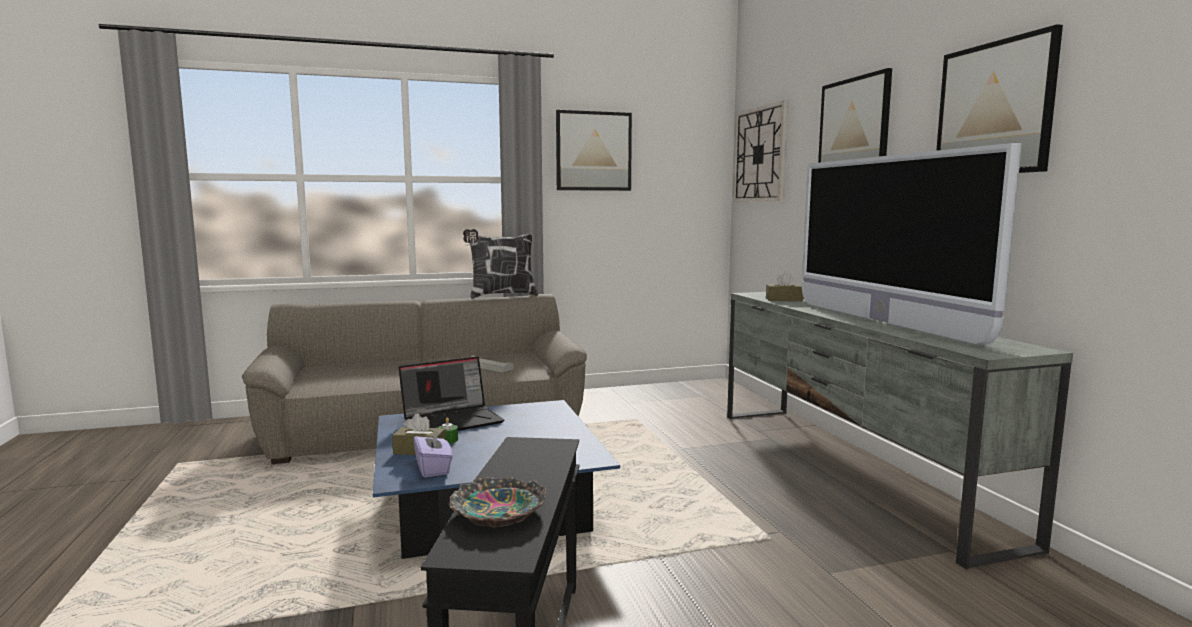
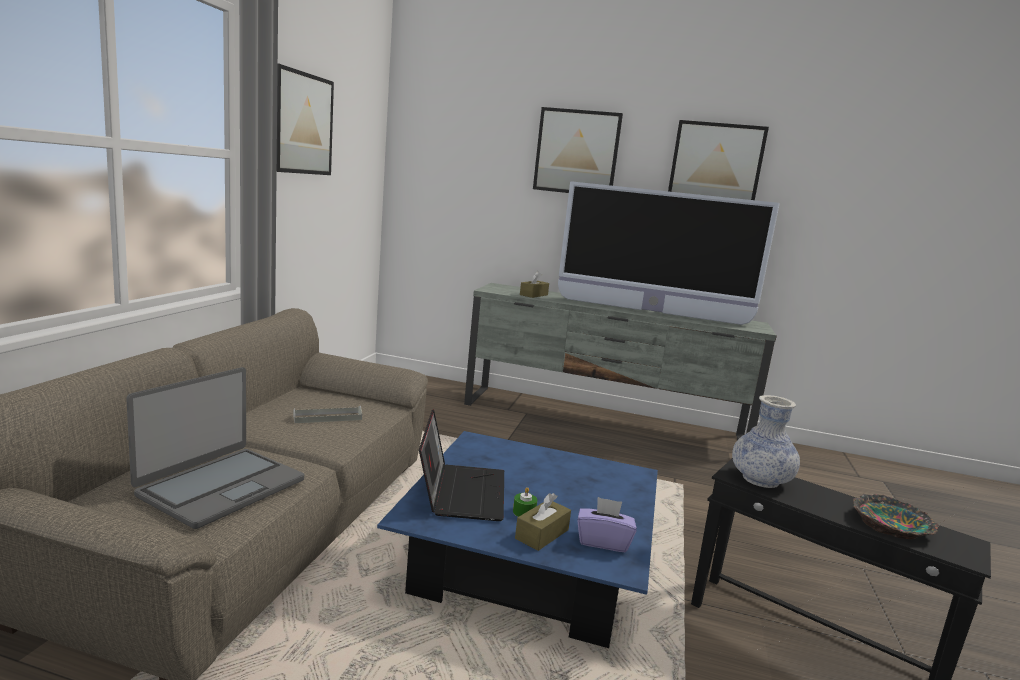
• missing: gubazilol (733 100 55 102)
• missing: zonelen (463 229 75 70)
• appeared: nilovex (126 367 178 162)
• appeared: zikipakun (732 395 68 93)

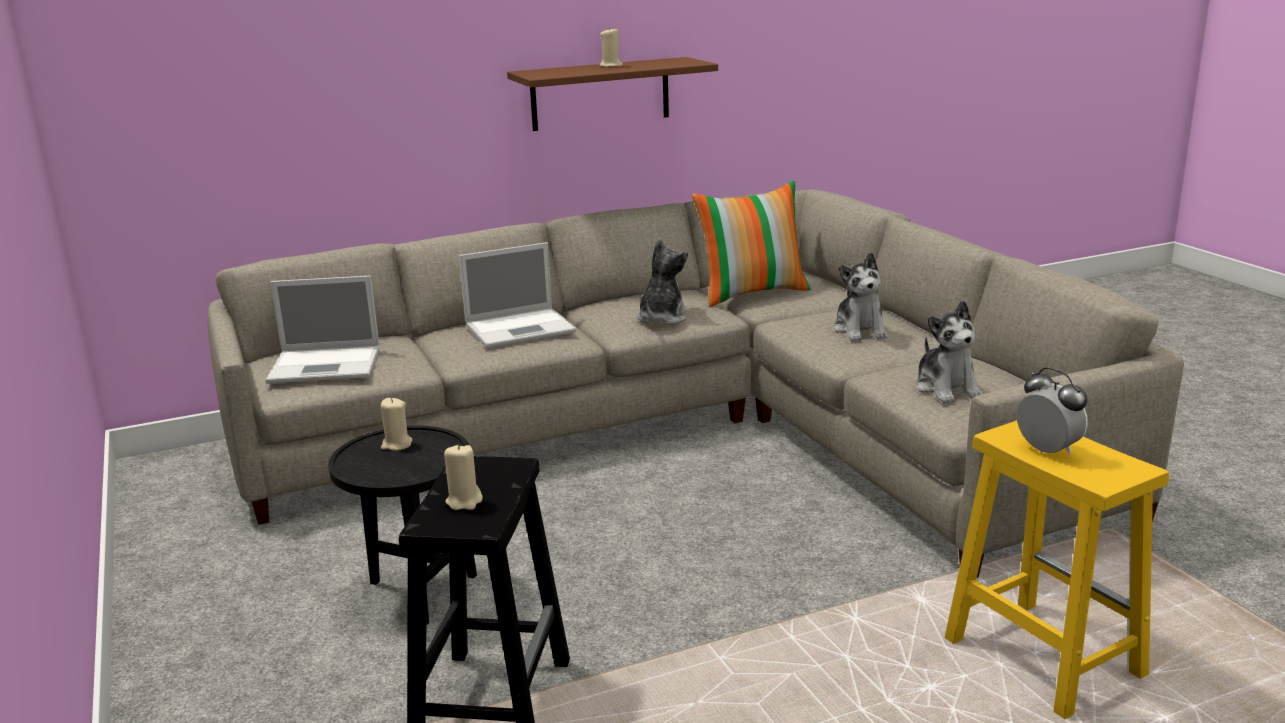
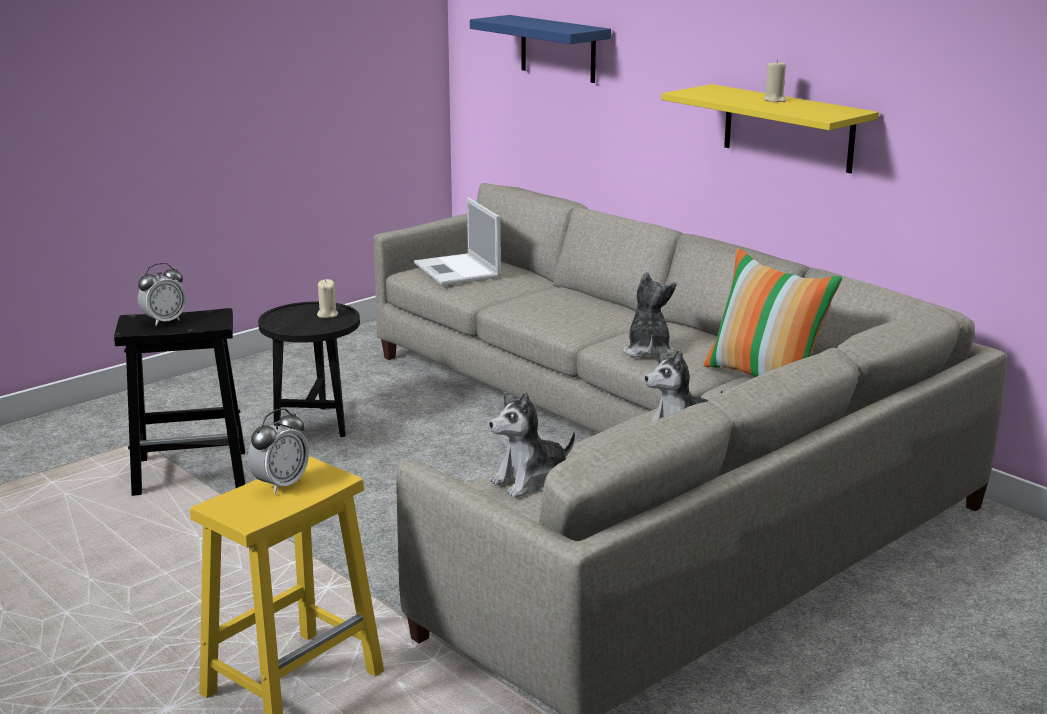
• colour: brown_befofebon (507 57 211 74) to yellow_befofebon (661 84 218 89)
• spun: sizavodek (637 239 51 86) = (623 272 54 85) 90 degrees counterclockwise
• missing: nilovex (459 242 117 106)
• exchanged: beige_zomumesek (444 444 39 66) to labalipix (138 263 48 63)
• appeared: blue_befofebon (470 15 141 68)

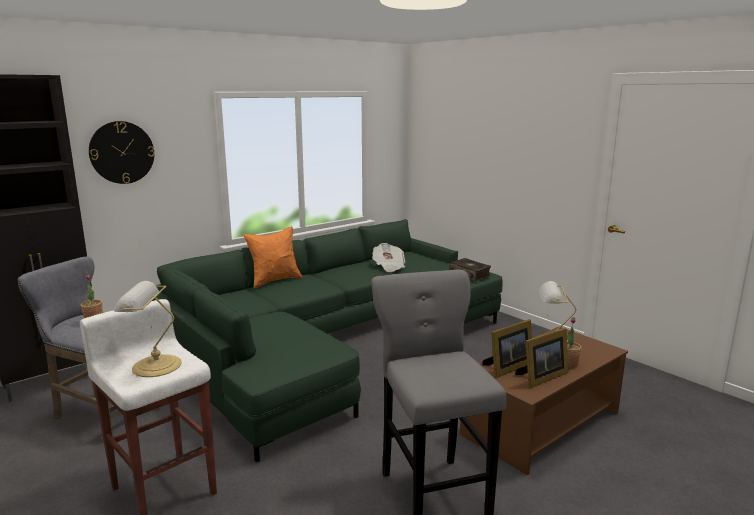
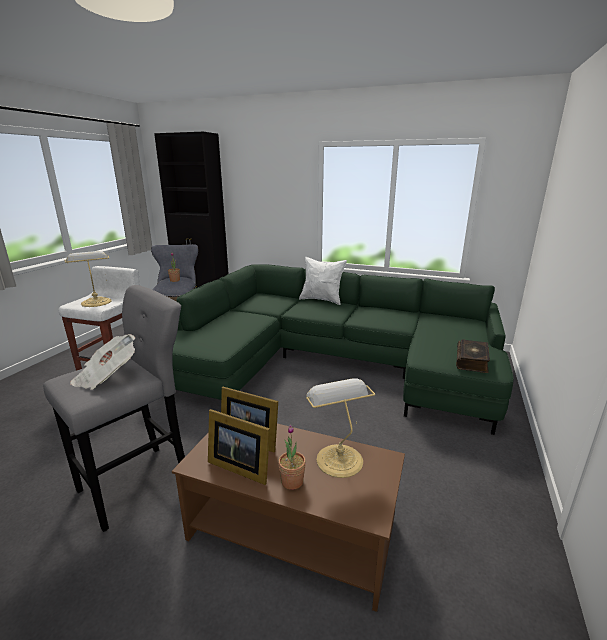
• missing: gubazilol (89 121 66 63)
• colour: orange_zonelen (243 226 60 62) to white_zonelen (299 257 48 48)
• relocated: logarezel (372 243 33 29) to (70 334 66 56)

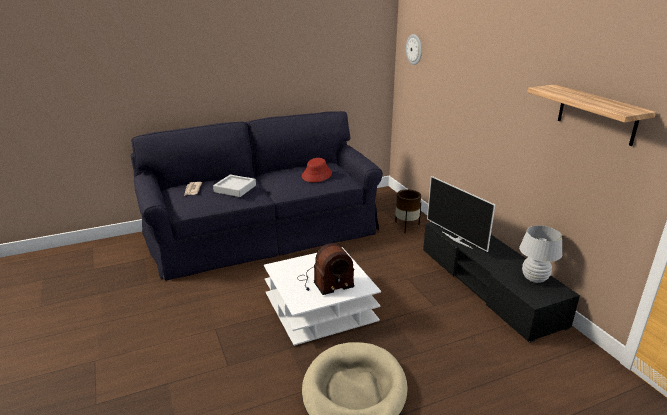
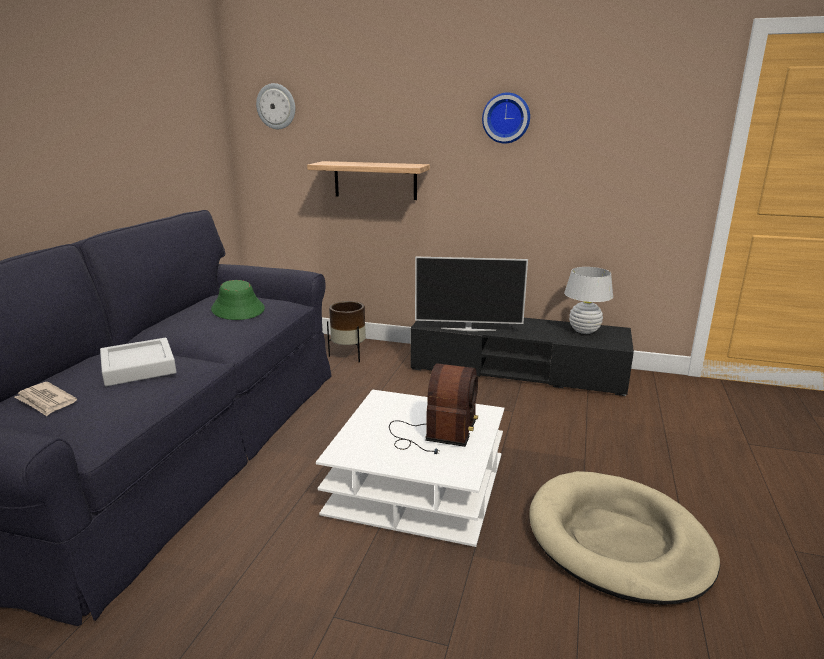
• relocated: befofebon (527 84 129 62) to (307 161 123 39)
• colour: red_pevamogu (302 158 30 24) to green_pevamogu (211 280 54 40)
• appeared: gubazilol (482 92 48 52)

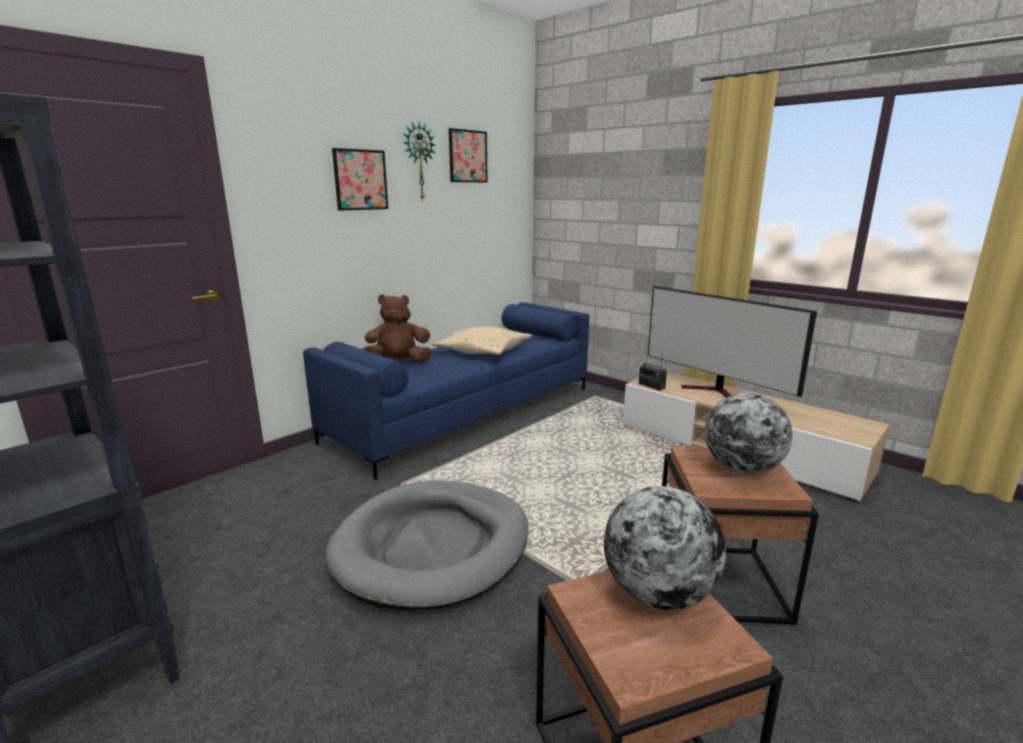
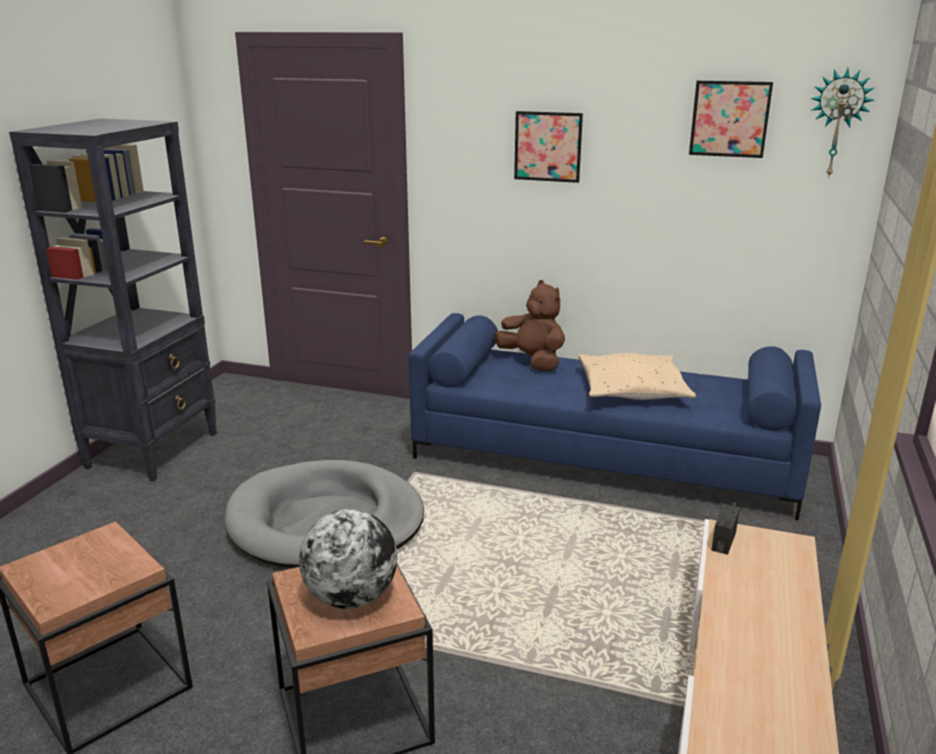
• relocated: gubazilol (403 122 33 79) to (810 68 64 110)
• missing: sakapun (648 286 169 112)
• missing: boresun (604 486 122 124)

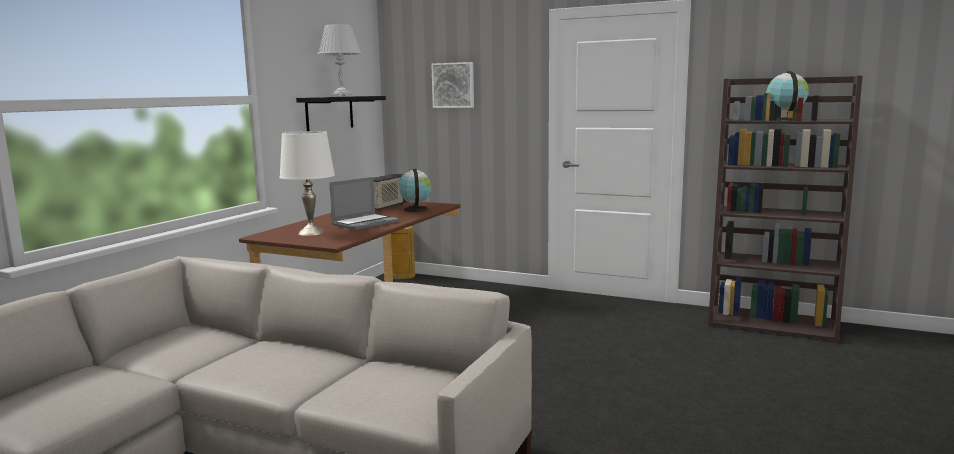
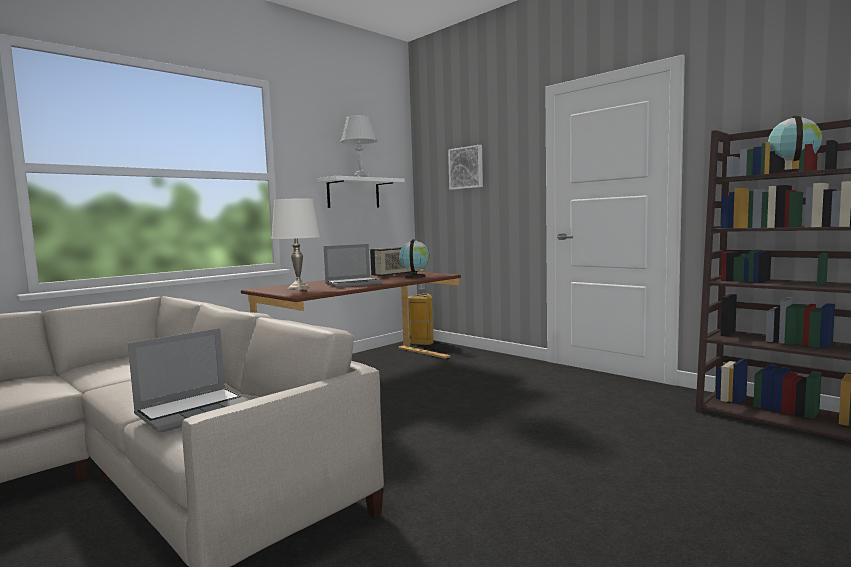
• colour: black_befofebon (296 96 90 35) to white_befofebon (317 176 88 32)
• appeared: nilovex (128 328 121 105)

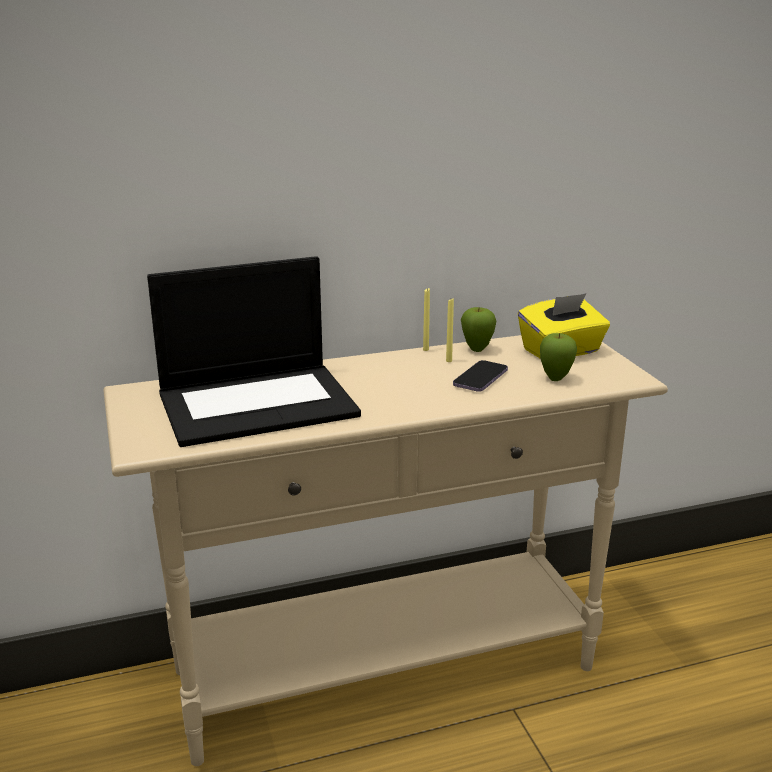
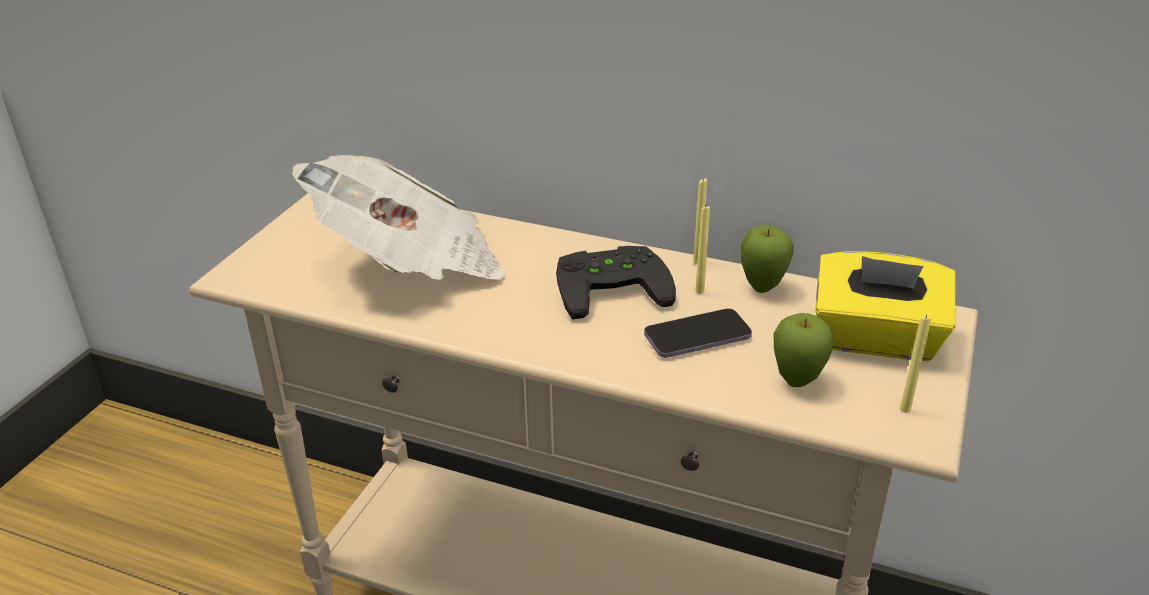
• exchanged: nilovex (147 256 214 191) to logarezel (292 155 215 125)
• appeared: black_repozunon (556 246 120 74)
• appeared: yellow_zomumesek (900 315 31 98)

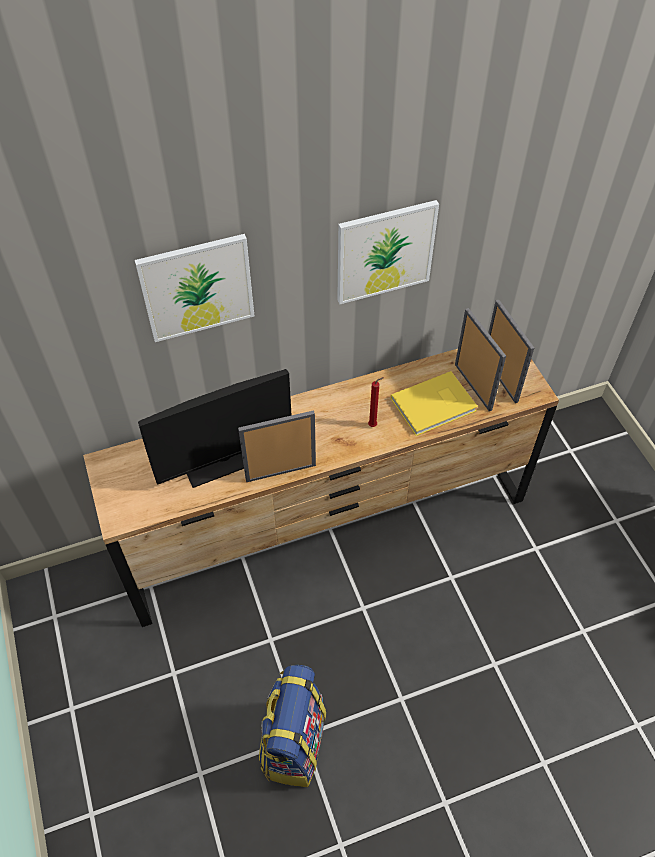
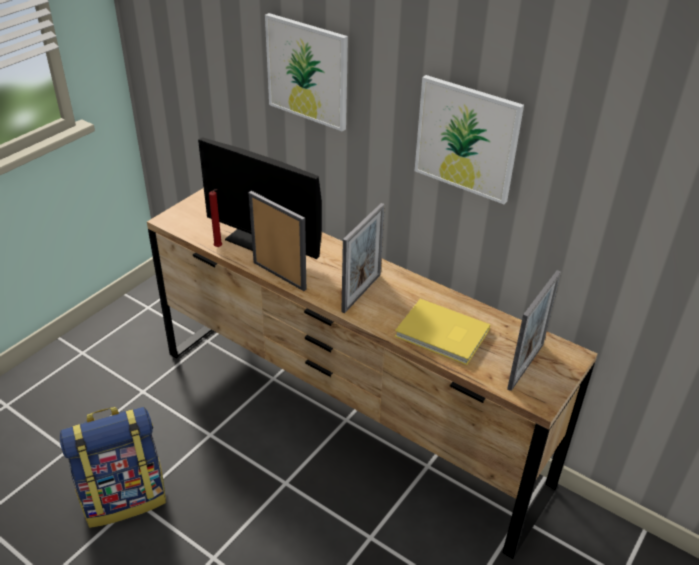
• relocated: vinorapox (455 308 51 103) to (341 203 44 110)
• relocated: red_zomumesek (368 377 16 50) to (209 189 13 58)

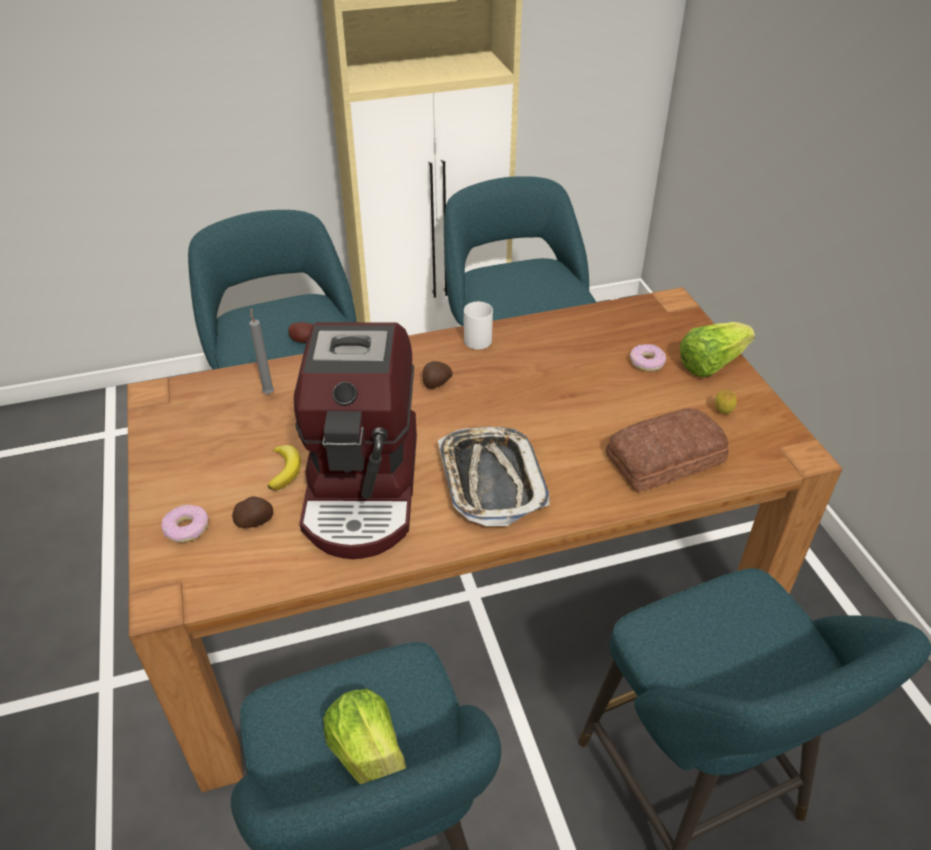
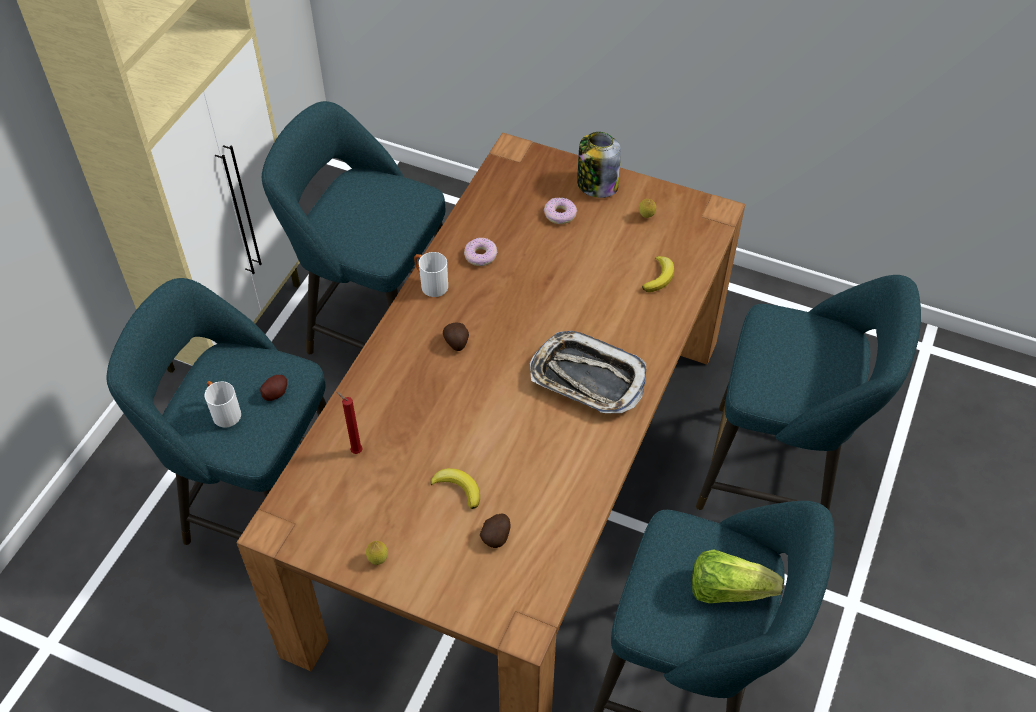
• colour: grey_zomumesek (249 308 25 86) to red_zomumesek (336 392 27 62)
• missing: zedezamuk (294 322 123 237)
• exchanged: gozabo (680 322 75 55) to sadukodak (577 132 44 66)
• exchanged: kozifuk (605 408 124 85) to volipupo (642 256 32 36)
• relocated: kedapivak (161 505 47 37) to (464 238 34 28)
• appeared: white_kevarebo (204 381 37 47)
• appeared: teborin (366 541 22 24)

